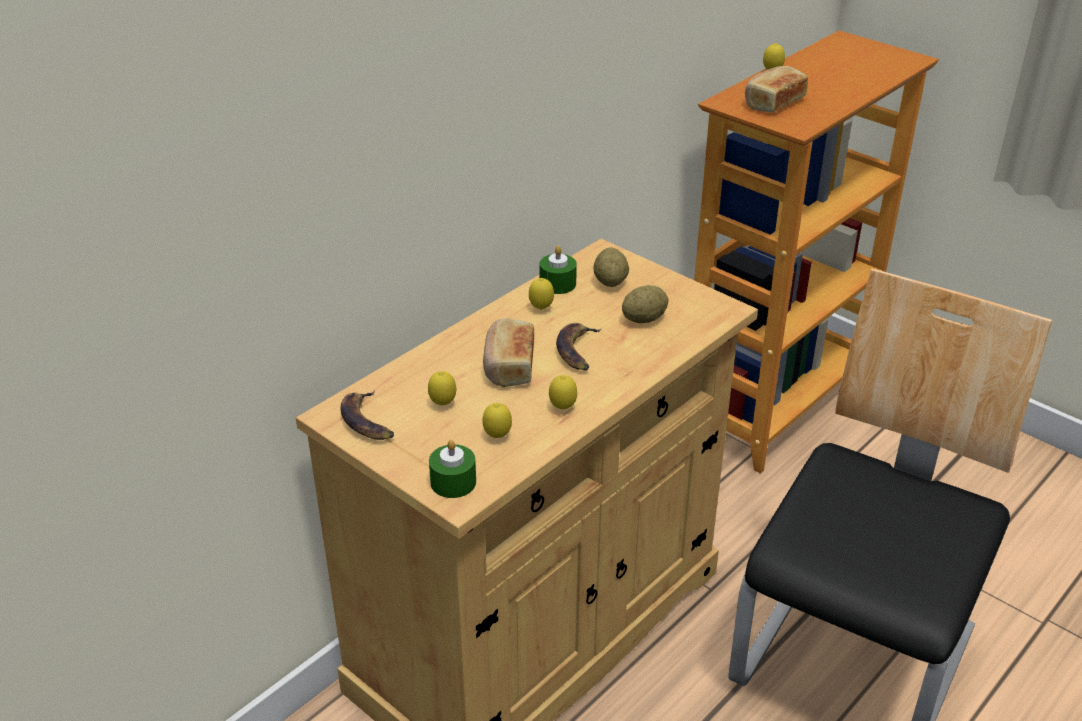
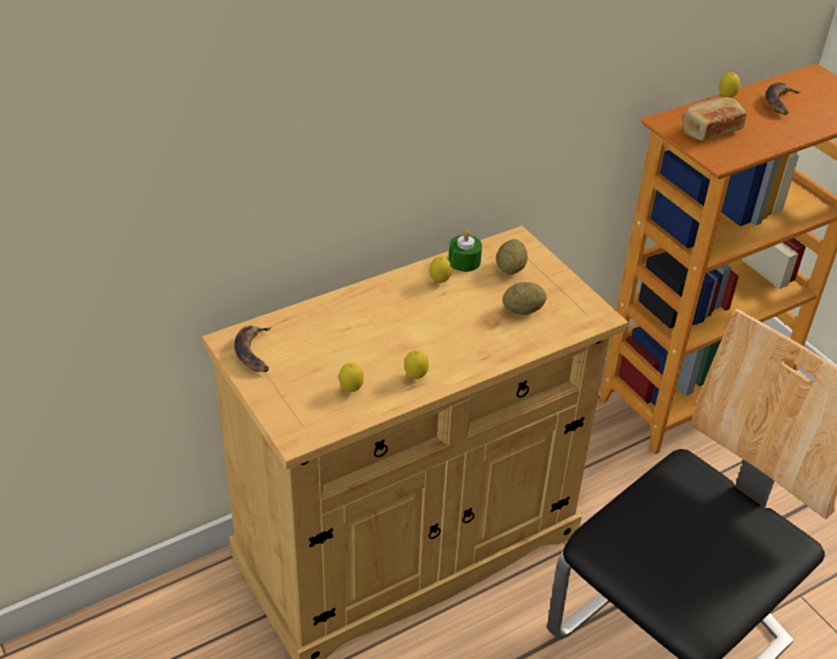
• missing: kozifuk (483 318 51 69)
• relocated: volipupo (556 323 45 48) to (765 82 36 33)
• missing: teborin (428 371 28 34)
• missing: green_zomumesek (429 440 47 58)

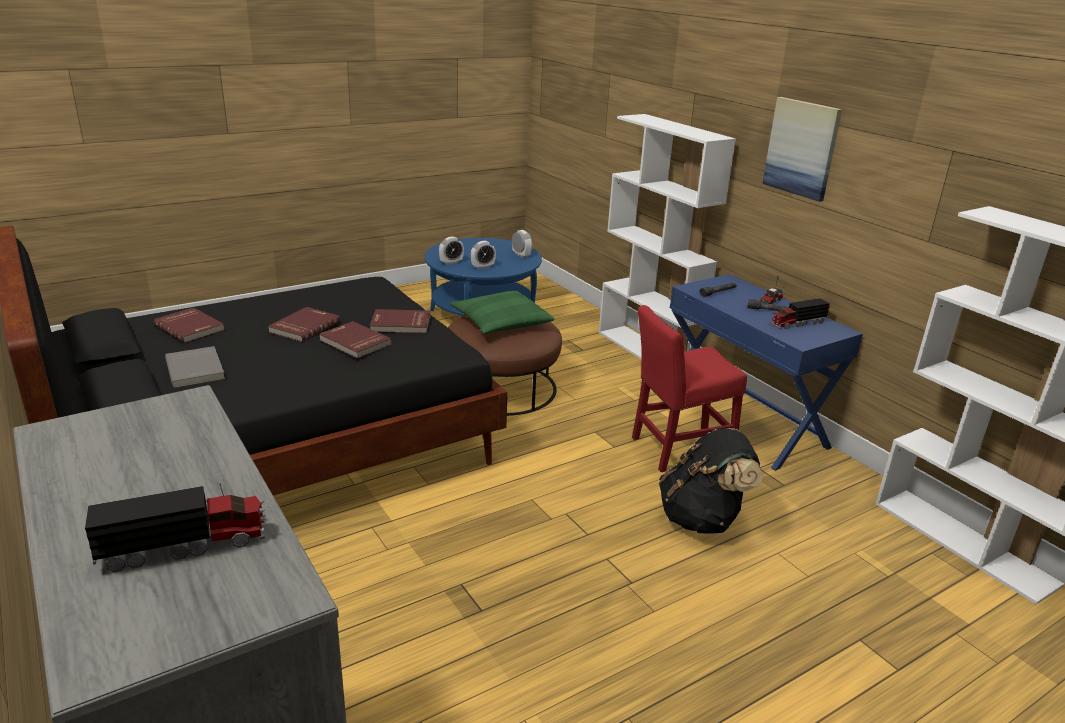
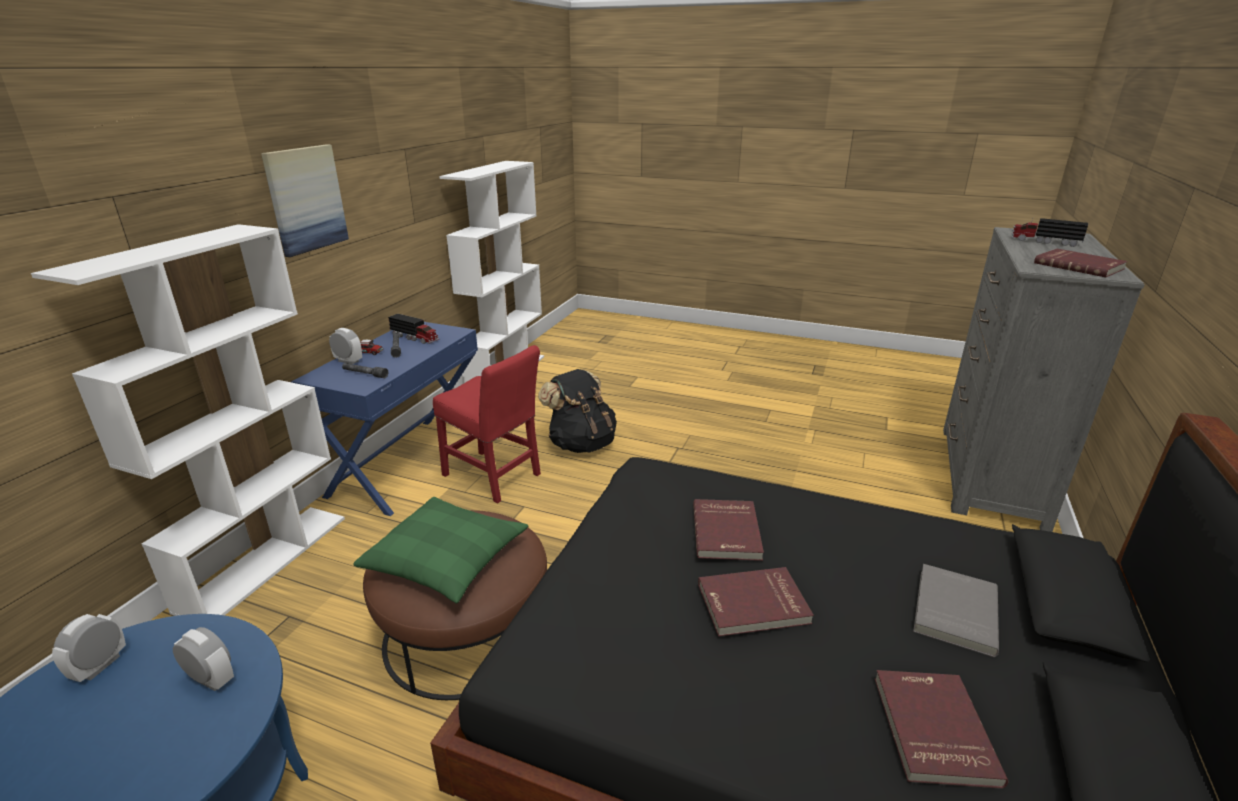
• relocated: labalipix (439 236 25 29) to (329 328 33 36)
• relocated: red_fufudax (370 309 60 24) to (1034 249 94 28)

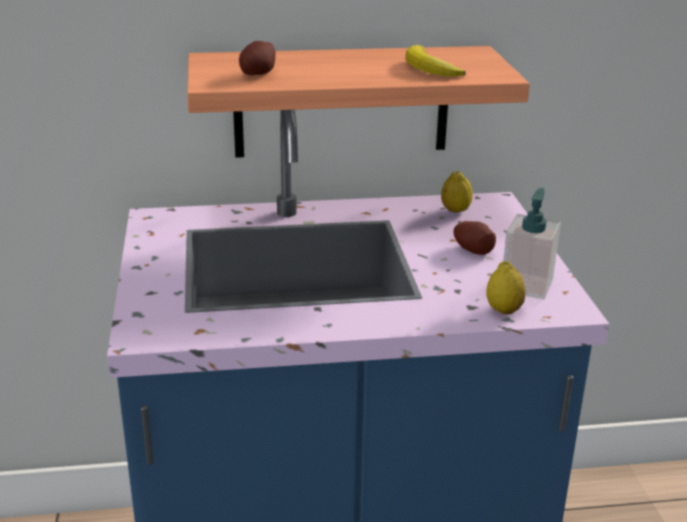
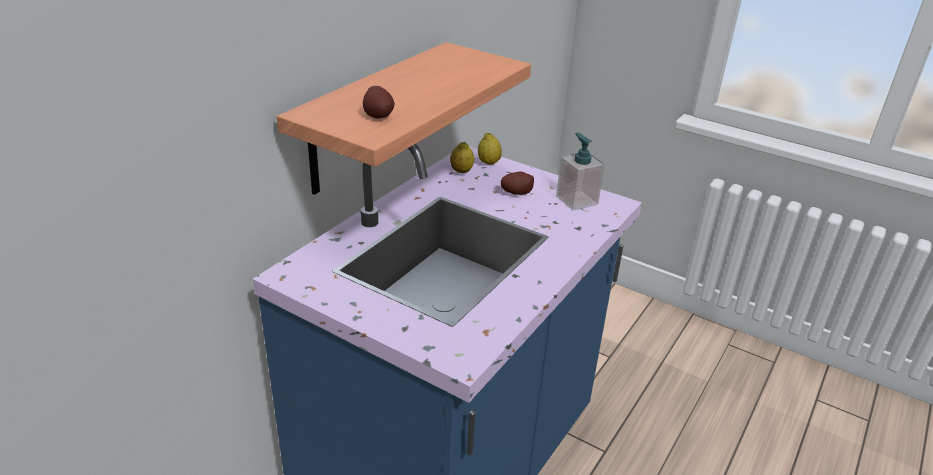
• missing: volipupo (405 45 61 32)
• relocated: teborin (486 261 40 53) to (478 133 24 32)

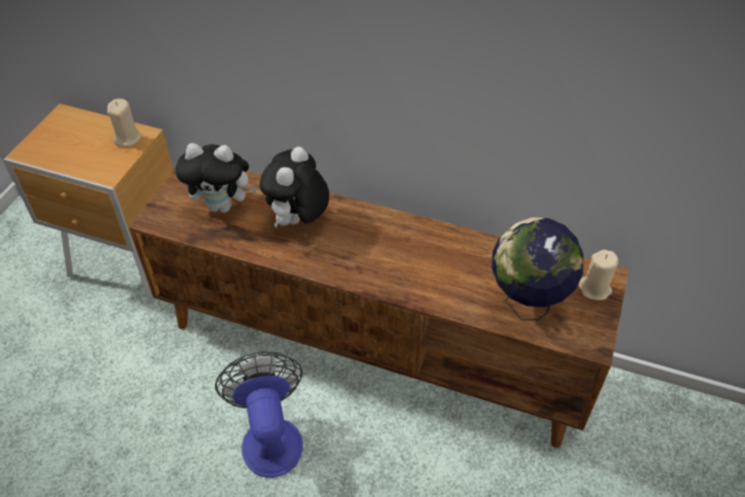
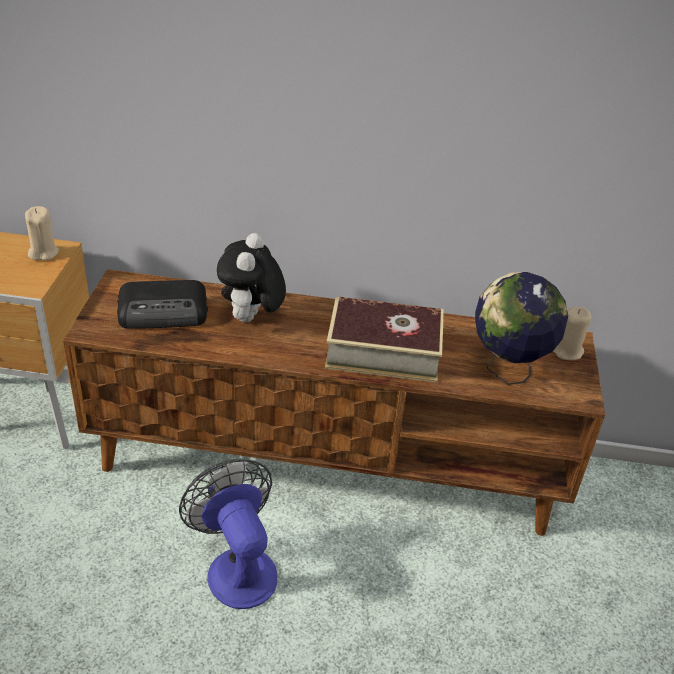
• exchanged: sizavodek (175 143 82 70) to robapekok (117 280 91 49)
• appeared: fufudax (325 296 119 87)

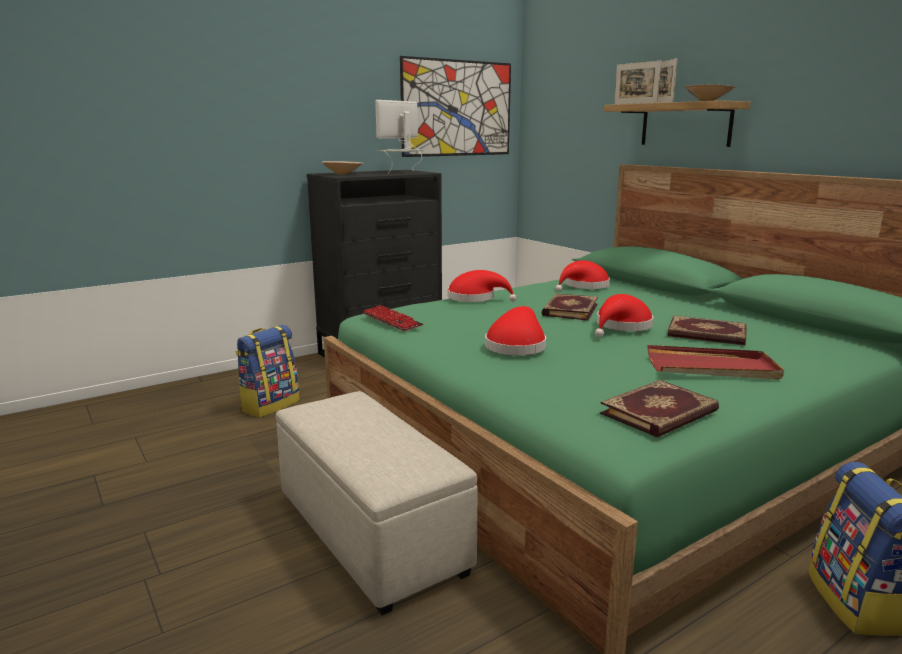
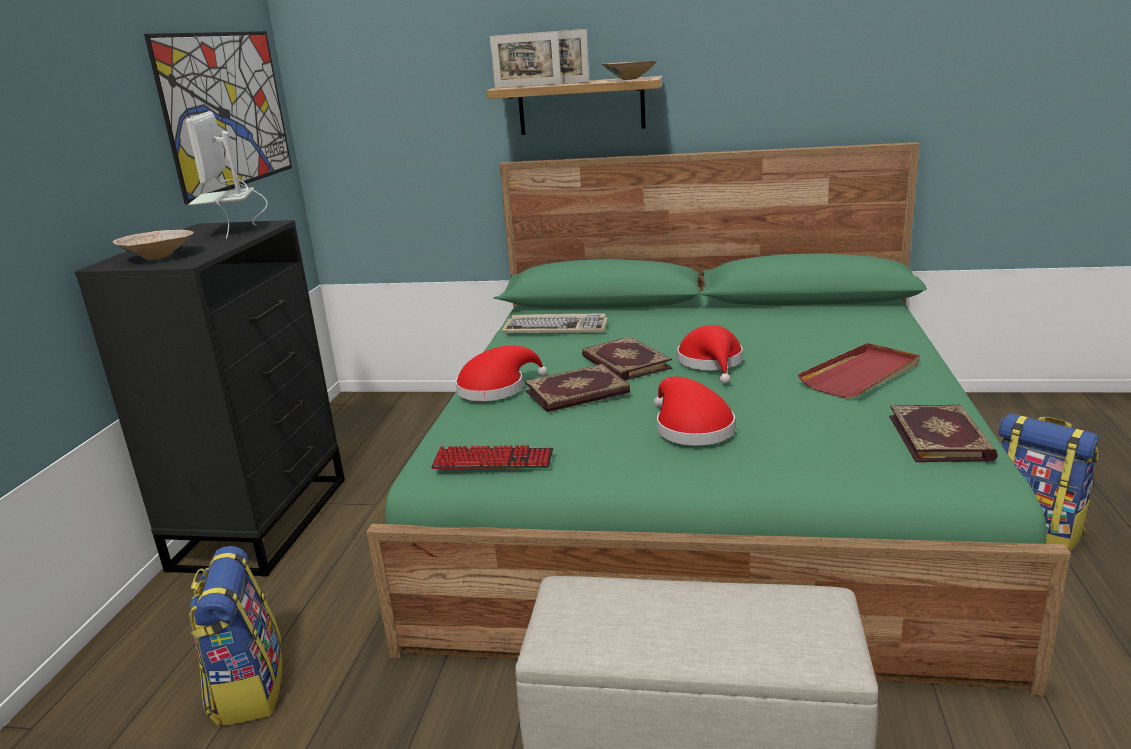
• exchanged: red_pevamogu (556 260 54 31) to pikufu (502 314 106 19)
• relocated: fufudax (668 315 79 30) to (525 364 105 48)

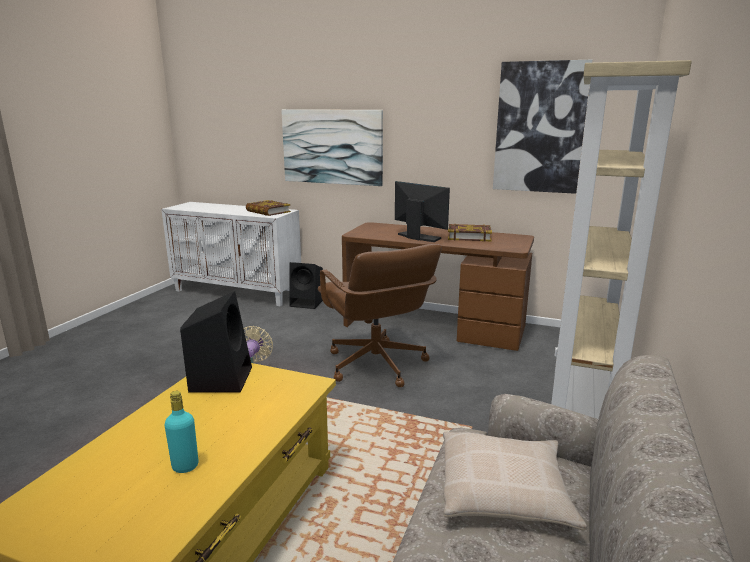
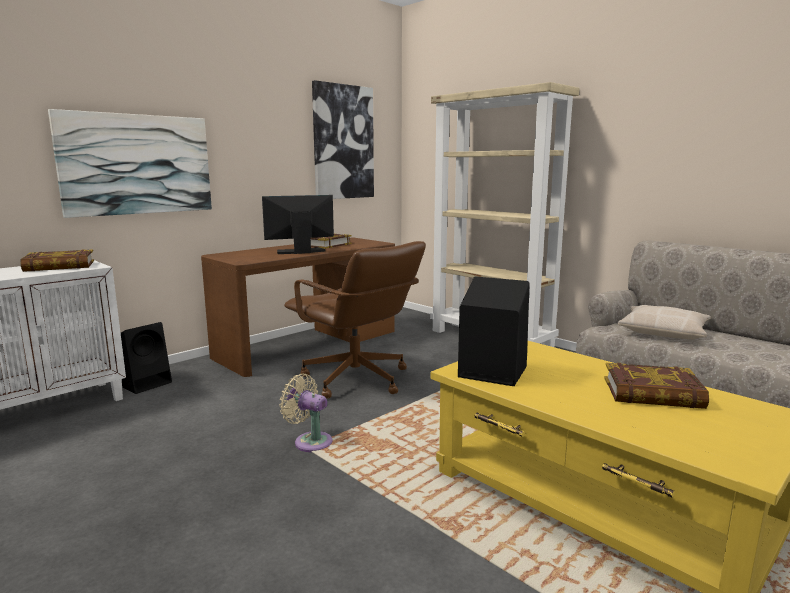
• spun: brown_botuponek (318 244 124 143) = (284 241 142 158) 45 degrees clockwise
• exchanged: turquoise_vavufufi (165 391 33 82) to fufudax (604 363 105 46)

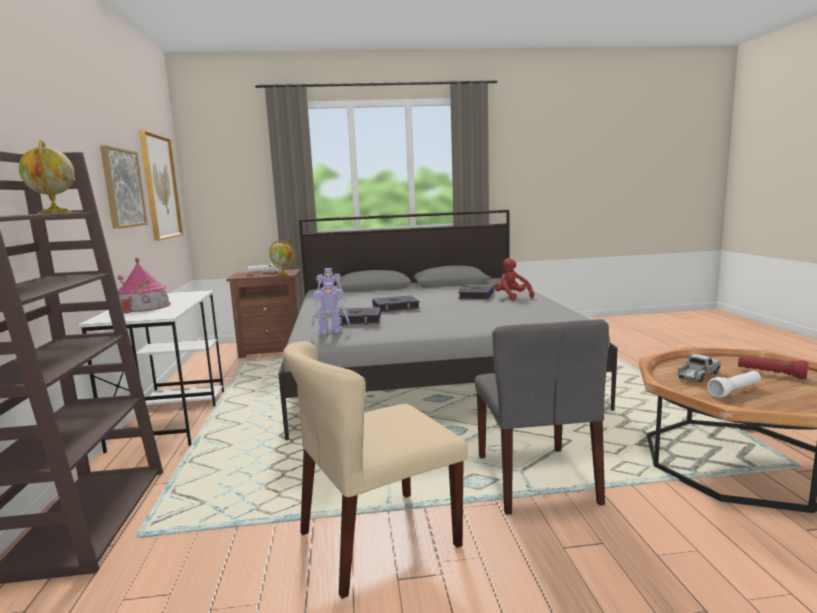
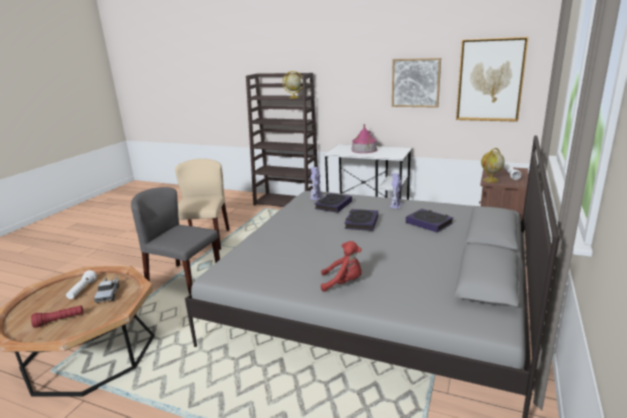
• relocated: fufudax (458 285 36 14) to (406 209 47 24)

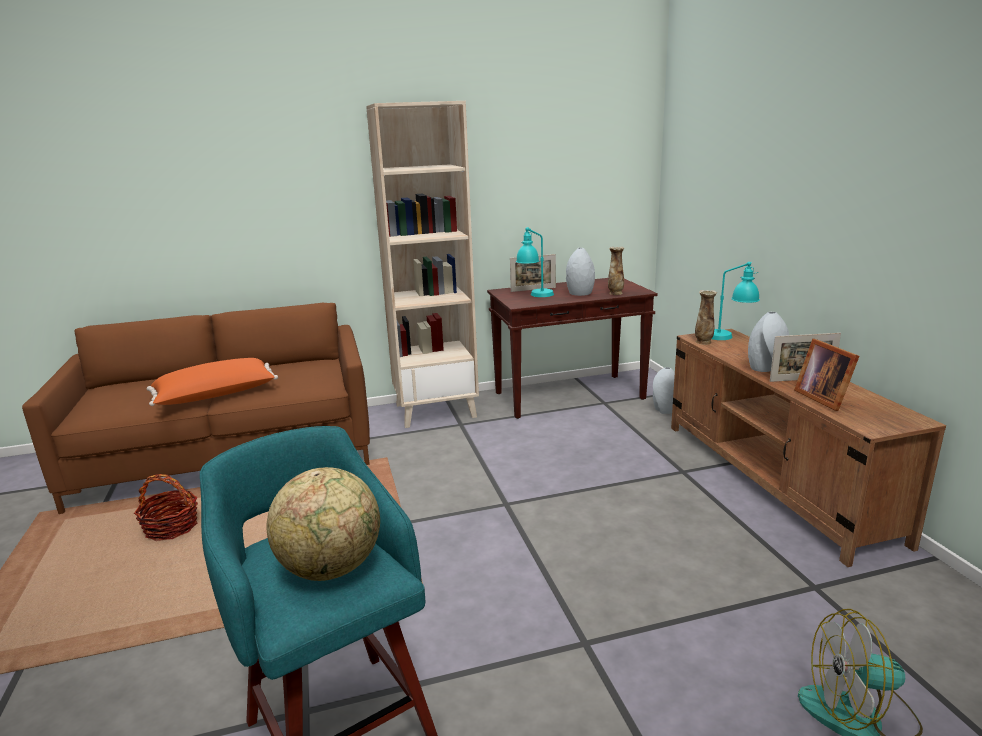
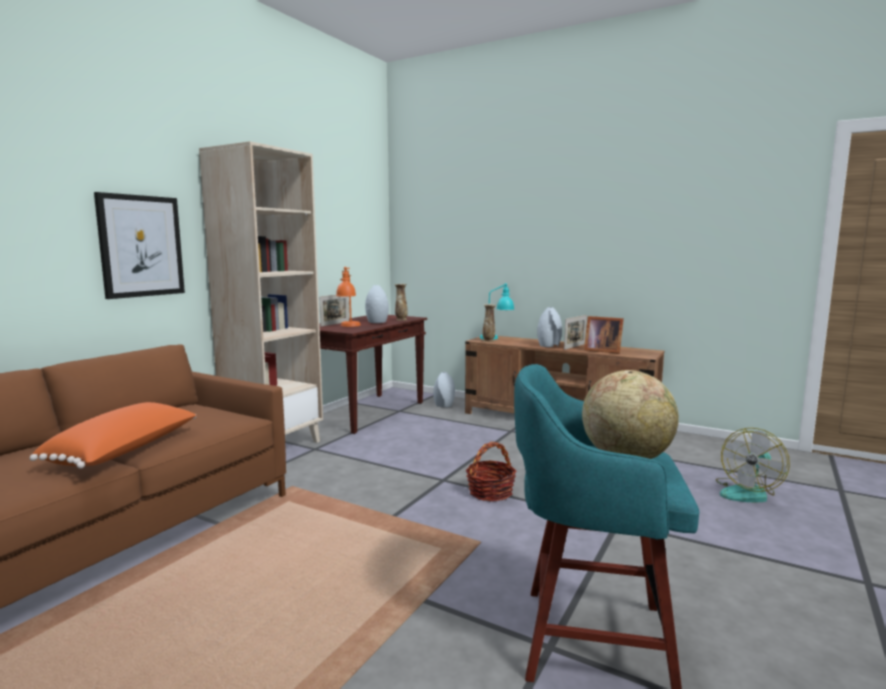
• colour: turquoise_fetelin (516 227 38 70) to orange_fetelin (336 267 25 60)
• relocated: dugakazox (134 474 64 67) to (466 442 50 59)
• appeared: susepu (94 192 91 107)

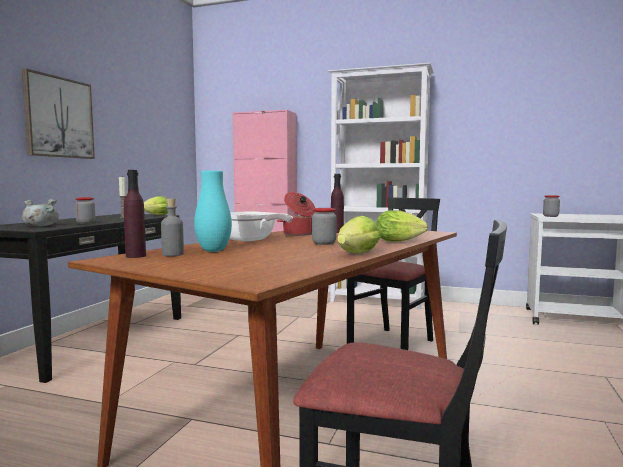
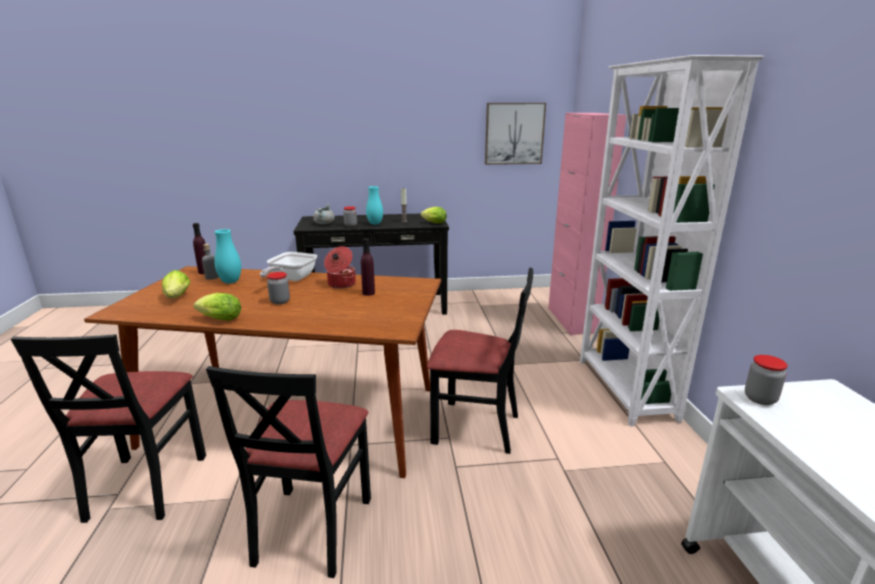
• relocated: susepu (22 68 73 91) to (485 103 61 62)
• relocated: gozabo (376 210 52 32) to (162 270 28 29)
• appeared: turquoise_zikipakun (366 186 17 39)
• appeared: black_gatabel (206 366 165 212)

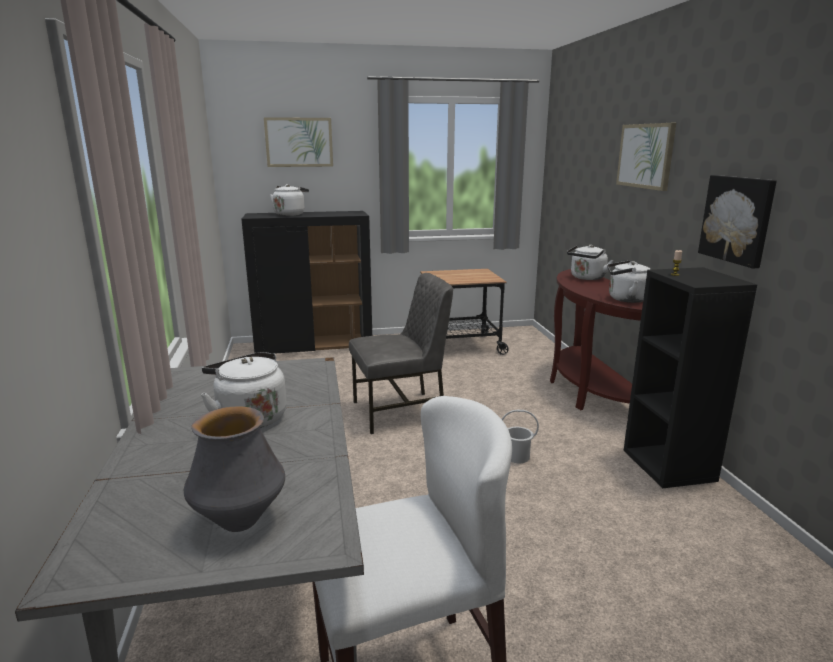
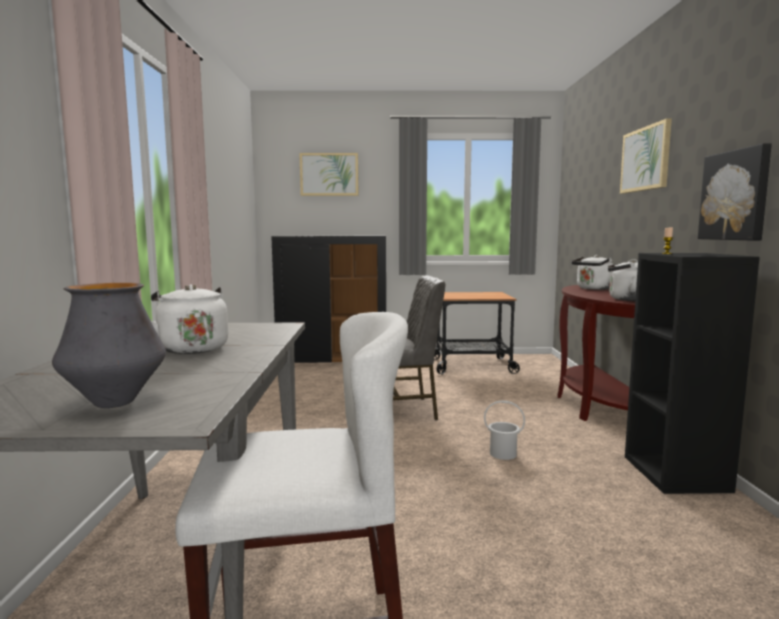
• missing: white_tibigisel (270 184 39 32)

